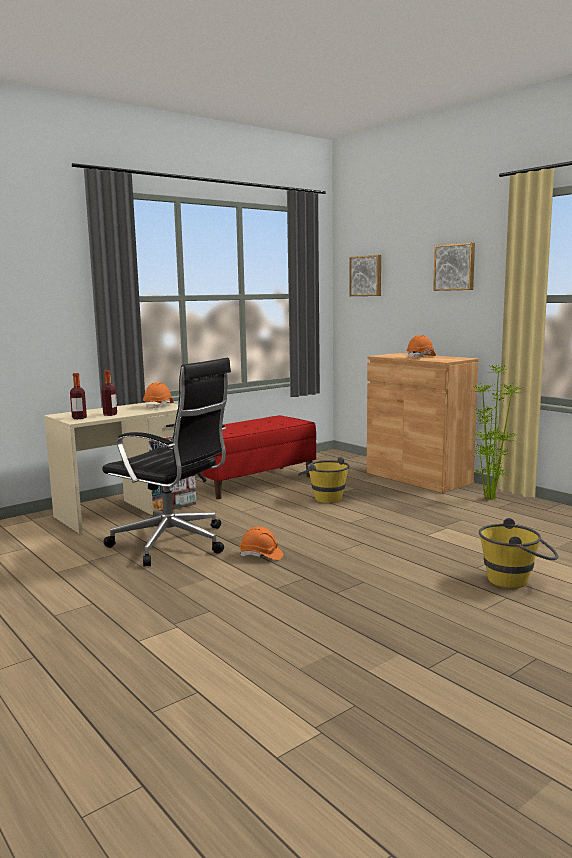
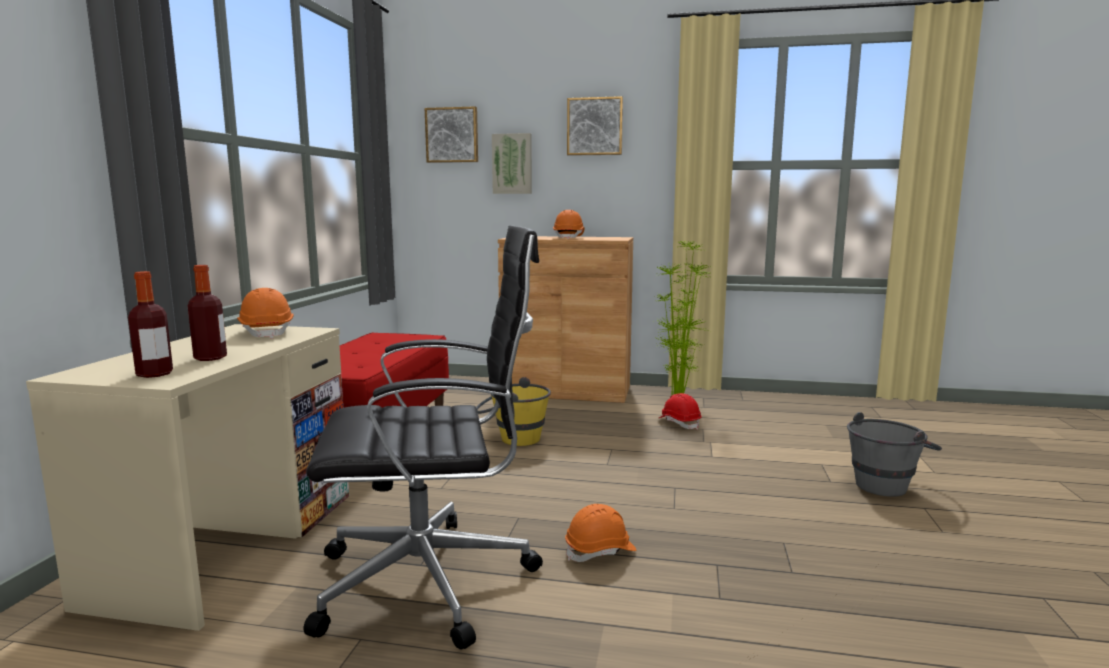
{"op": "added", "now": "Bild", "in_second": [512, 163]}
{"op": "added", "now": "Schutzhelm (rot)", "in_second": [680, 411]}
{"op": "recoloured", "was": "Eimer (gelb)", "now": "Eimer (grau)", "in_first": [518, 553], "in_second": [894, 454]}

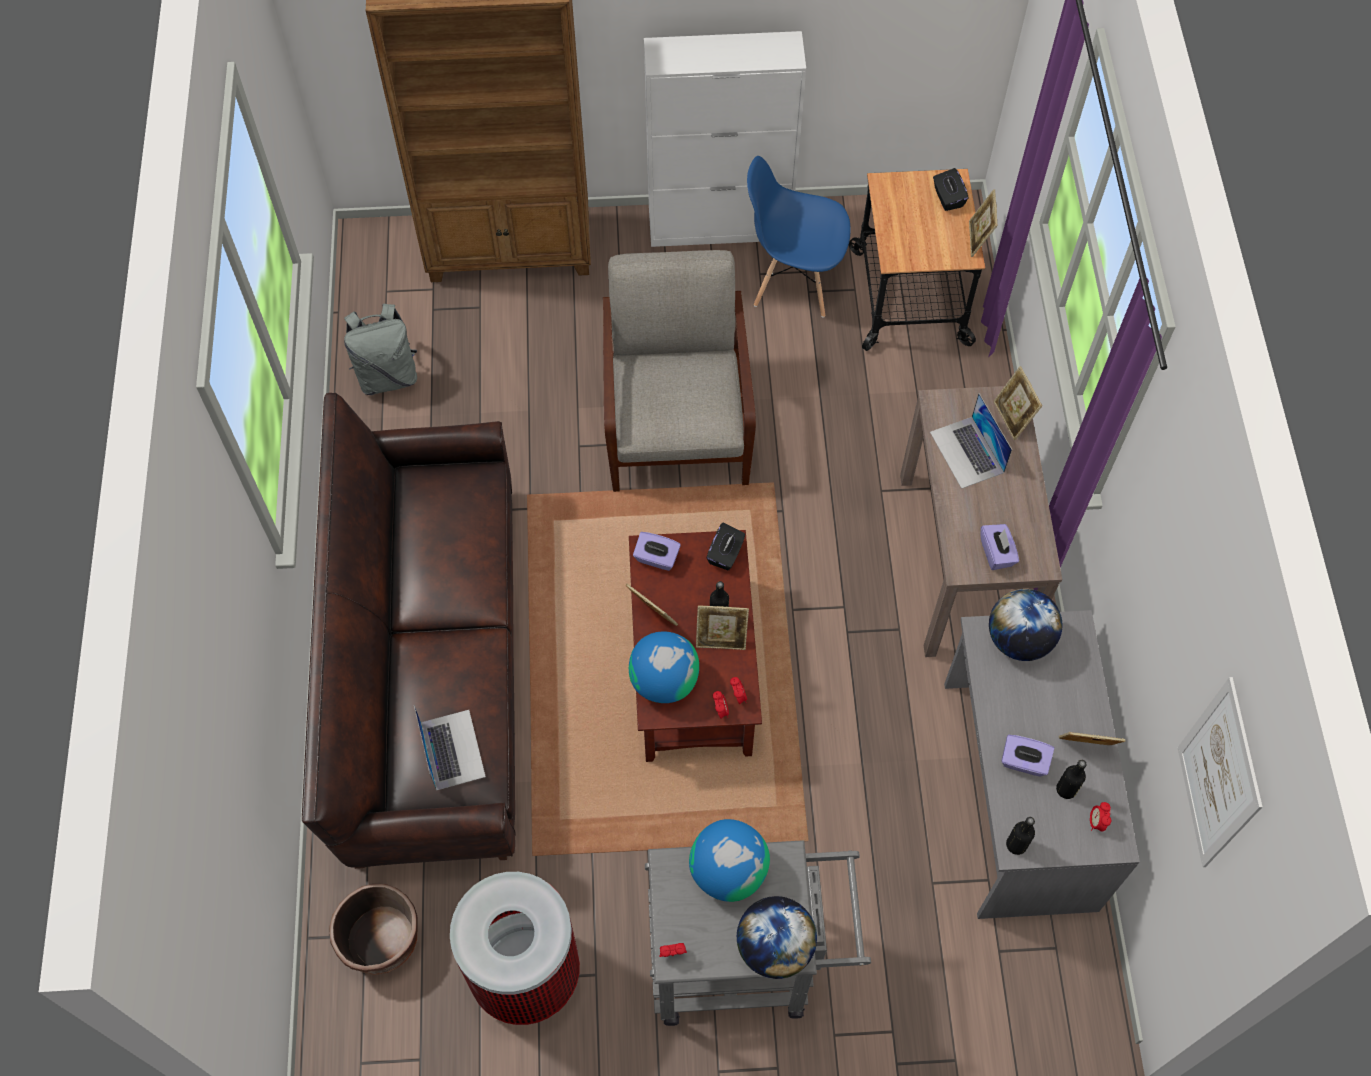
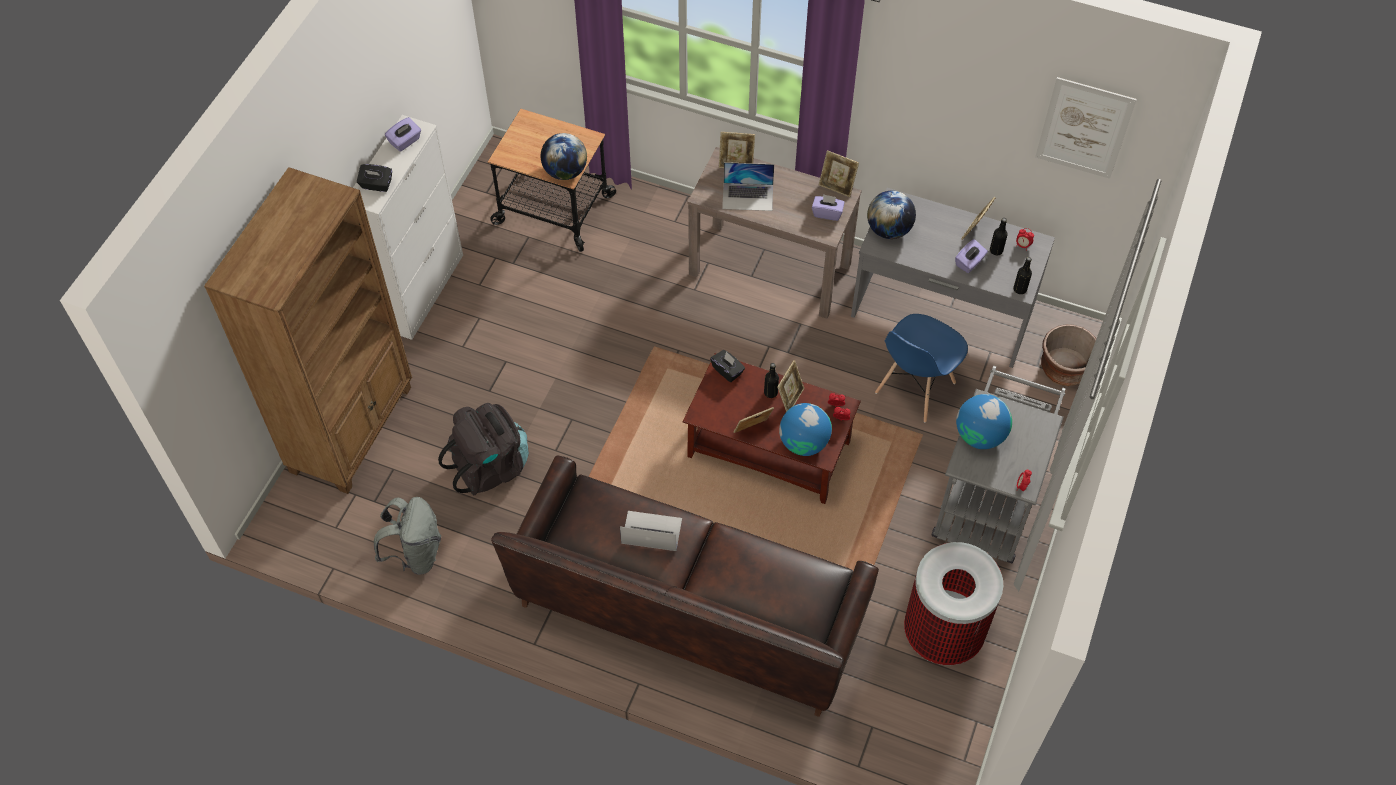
{"op": "removed", "was": "Sessel (grau)", "in_first": [679, 371]}
{"op": "added", "now": "Rucksack (schwarz)", "in_second": [483, 449]}
{"op": "moved", "was": "Pflanzkübel (braun)", "in_first": [373, 929], "in_second": [1068, 355]}
{"op": "moved", "was": "Laptop", "in_first": [450, 748], "in_second": [651, 531]}
{"op": "moved", "was": "Taschentuchbox (lila)", "in_first": [657, 551], "in_second": [403, 134]}
{"op": "moved", "was": "Globus", "in_first": [777, 937], "in_second": [564, 156]}
{"op": "moved", "was": "Stuhl (blau)", "in_first": [798, 236], "in_second": [921, 368]}
{"op": "moved", "was": "Taschentuchbox (schwarz)", "in_first": [951, 189], "in_second": [374, 178]}
{"op": "moved", "was": "Bilderrahmen", "in_first": [983, 223], "in_second": [839, 173]}

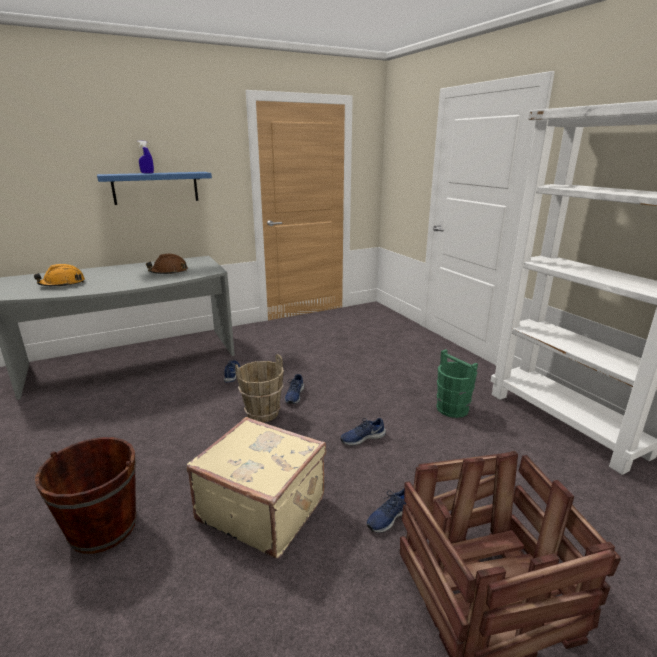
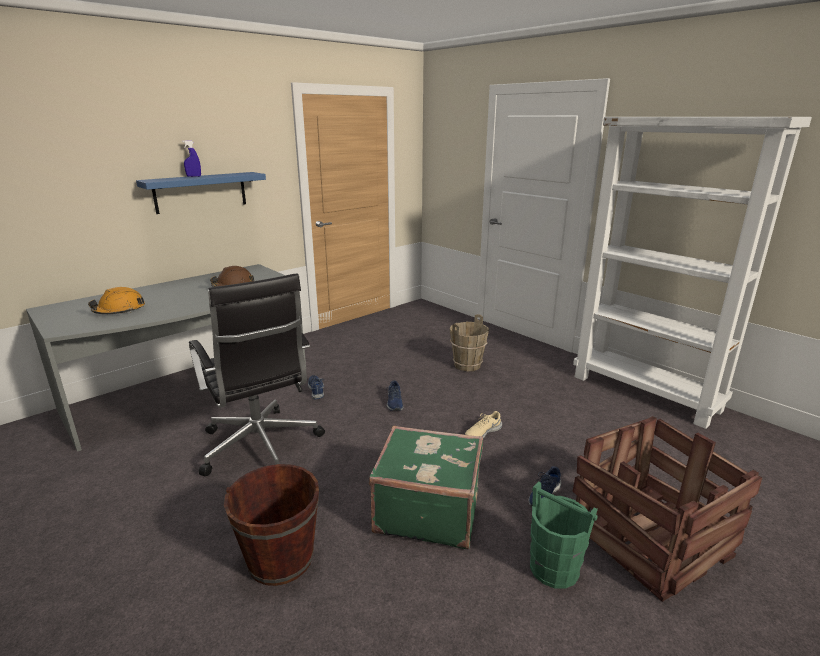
{"op": "added", "now": "Bürostuhl (schwarz)", "in_second": [257, 374]}
{"op": "moved", "was": "Eimer (braun)", "in_first": [259, 388], "in_second": [469, 342]}
{"op": "moved", "was": "Eimer (grün)", "in_first": [457, 383], "in_second": [564, 535]}
{"op": "recoloured", "was": "Koffer (beige)", "now": "Koffer (grün)", "in_first": [256, 487], "in_second": [426, 487]}
{"op": "recoloured", "was": "Schuh (blau)", "now": "Schuh (beige)", "in_first": [363, 432], "in_second": [483, 424]}

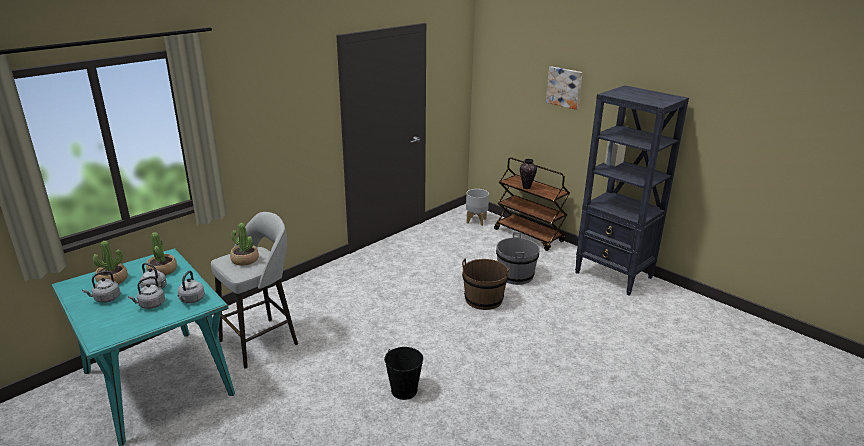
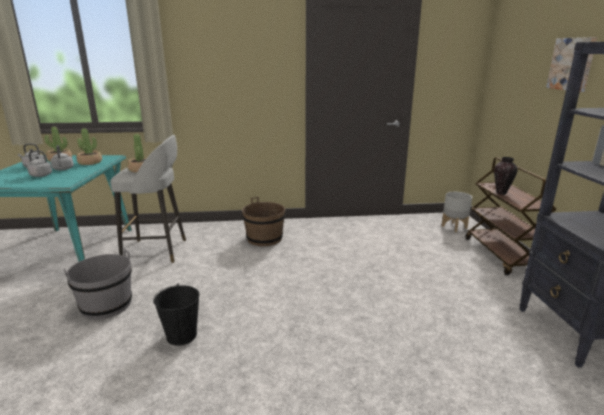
{"op": "removed", "was": "Wasserkessel (grau)", "in_first": [191, 287]}
{"op": "moved", "was": "Eimer (braun)", "in_first": [486, 284], "in_second": [263, 221]}
{"op": "moved", "was": "Eimer (grau)", "in_first": [518, 258], "in_second": [97, 284]}

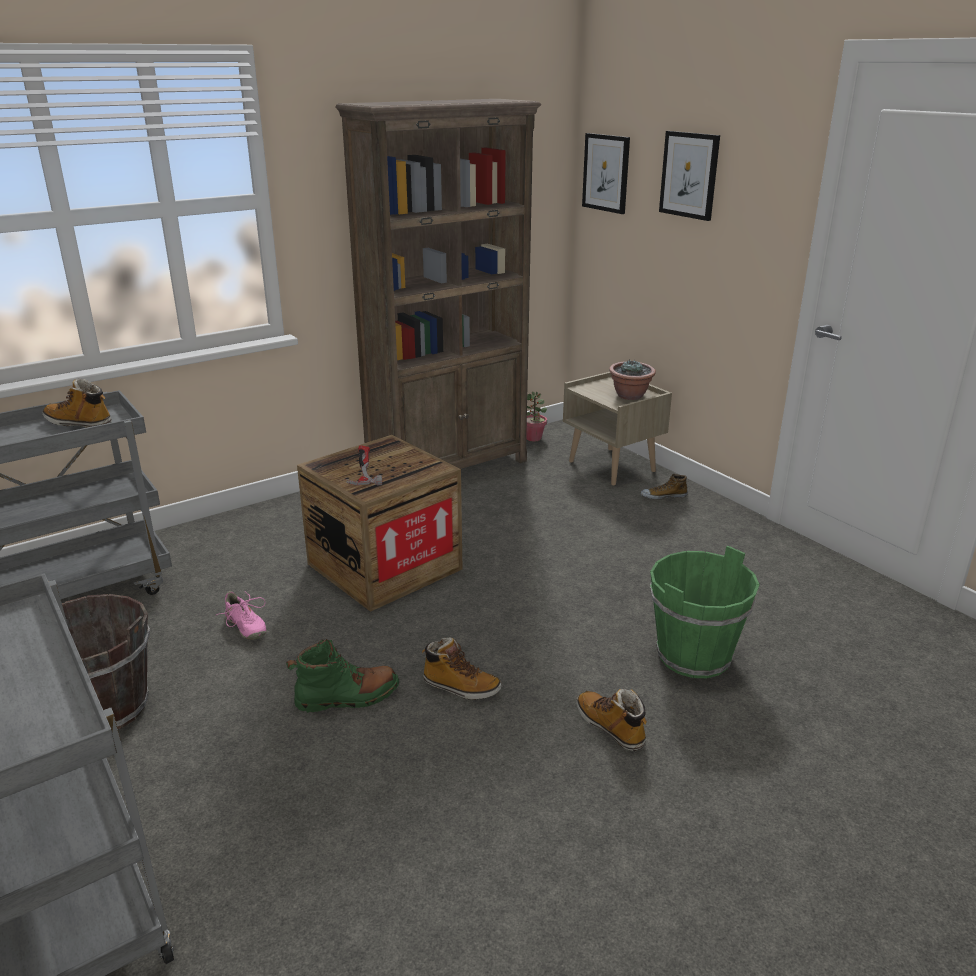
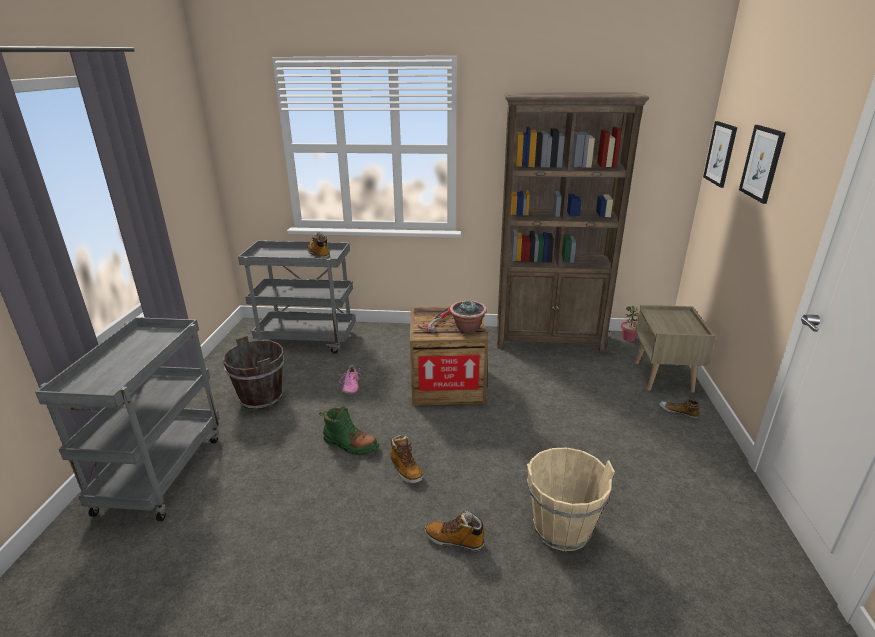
{"op": "moved", "was": "Topfpflanze", "in_first": [632, 379], "in_second": [468, 316]}
{"op": "recoloured", "was": "Eimer (grün)", "now": "Eimer (beige)", "in_first": [705, 612], "in_second": [571, 499]}
{"op": "turned", "was": "Stiefel", "in_first": [611, 720], "in_second": [455, 530], "clockwise": -75}

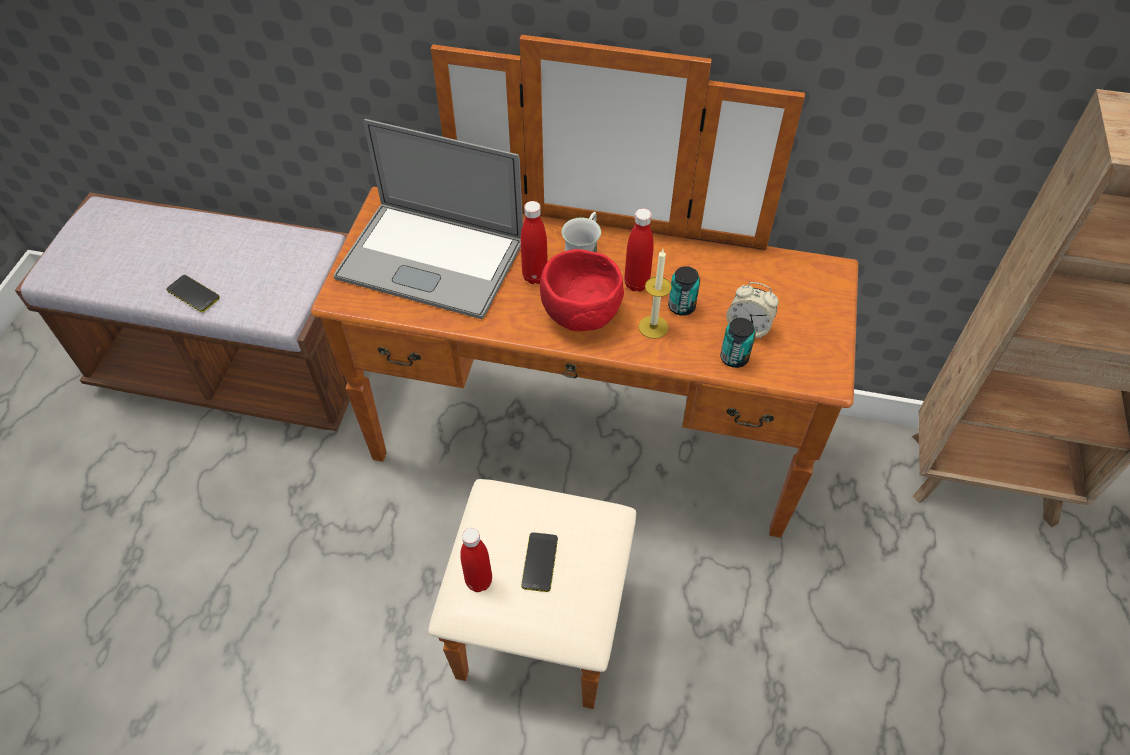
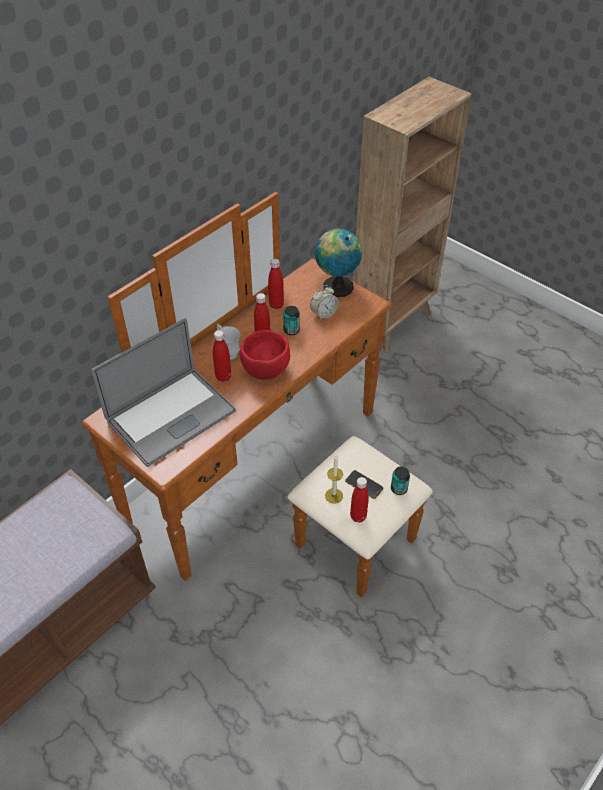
{"op": "removed", "was": "Handy", "in_first": [193, 293]}
{"op": "added", "now": "Flasche (rot)", "in_second": [276, 284]}
{"op": "added", "now": "Globus", "in_second": [338, 263]}
{"op": "moved", "was": "Kerze", "in_first": [655, 294], "in_second": [334, 479]}
{"op": "moved", "was": "Dose", "in_first": [738, 343], "in_second": [400, 480]}

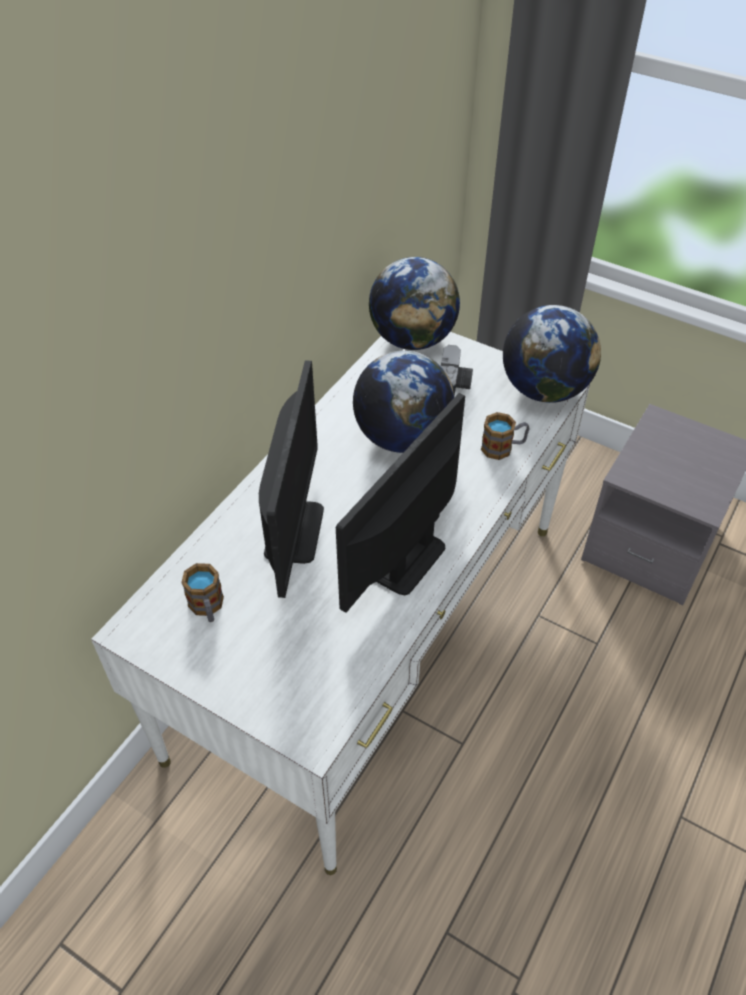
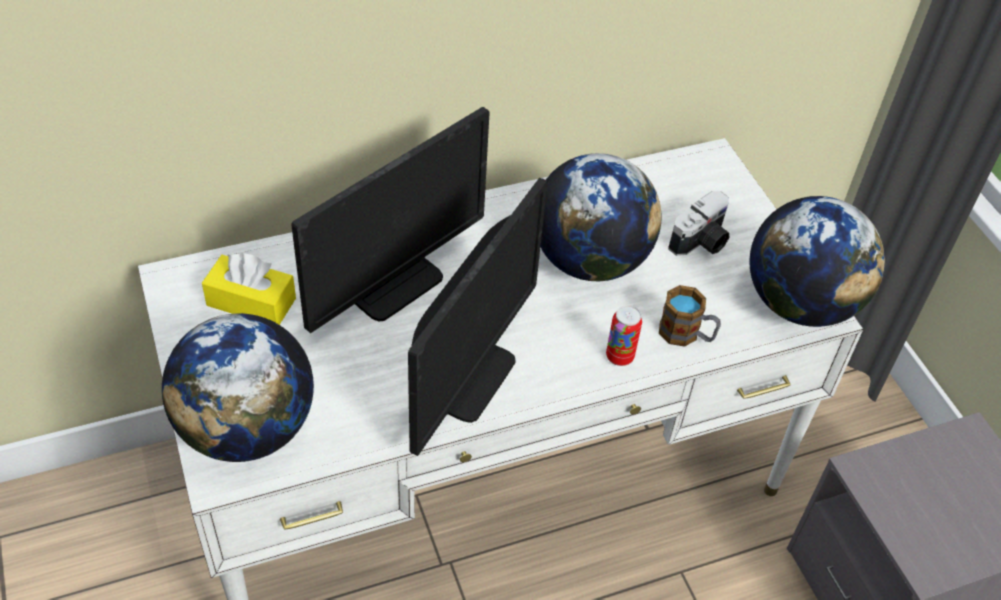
{"op": "added", "now": "Dose", "in_second": [624, 335]}
{"op": "moved", "was": "Globus", "in_first": [414, 303], "in_second": [238, 387]}
{"op": "replaced", "was": "Henkelbecher", "now": "Taschentuchbox (gelb)", "in_first": [202, 592], "in_second": [249, 289]}
{"op": "turned", "was": "Monitor", "in_first": [400, 503], "in_second": [478, 317], "clockwise": 135}

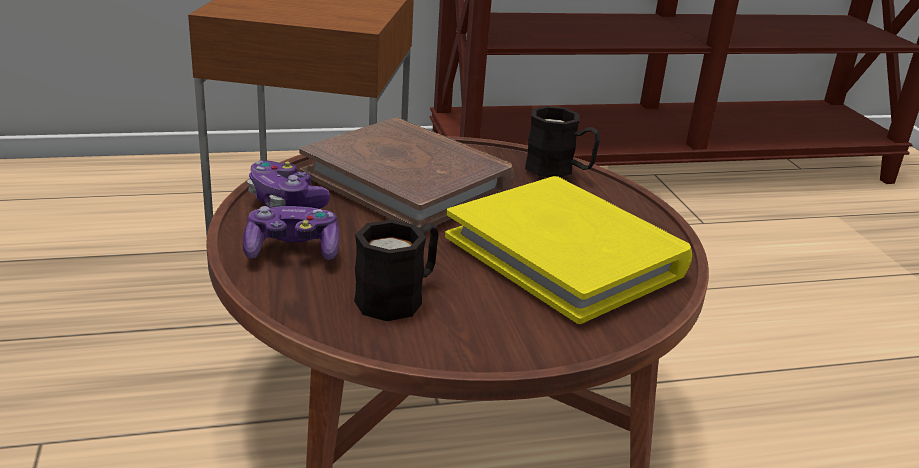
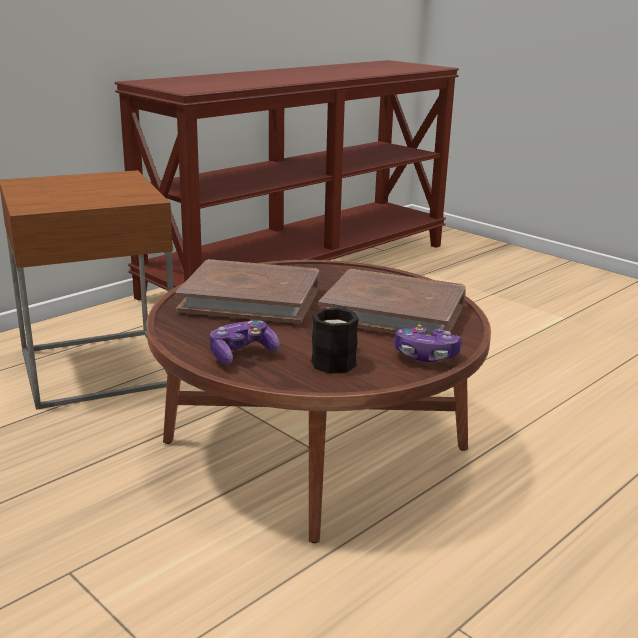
{"op": "removed", "was": "Henkelbecher (schwarz)", "in_first": [562, 141]}
{"op": "moved", "was": "Gamepad", "in_first": [288, 185], "in_second": [428, 343]}
{"op": "recoloured", "was": "Buch (gelb)", "now": "Buch (braun)", "in_first": [568, 250], "in_second": [392, 302]}

